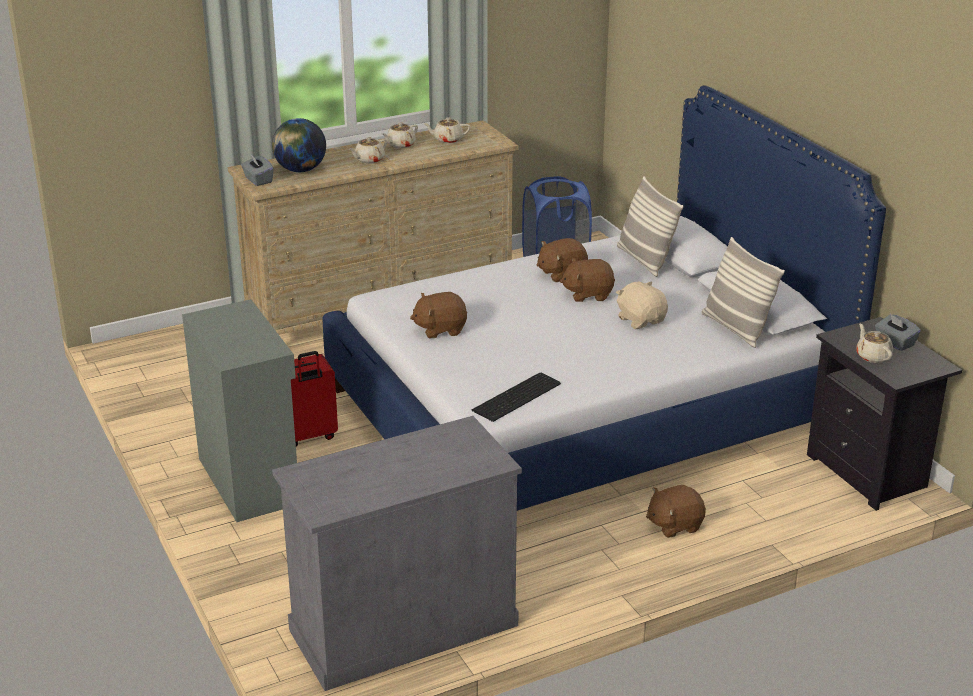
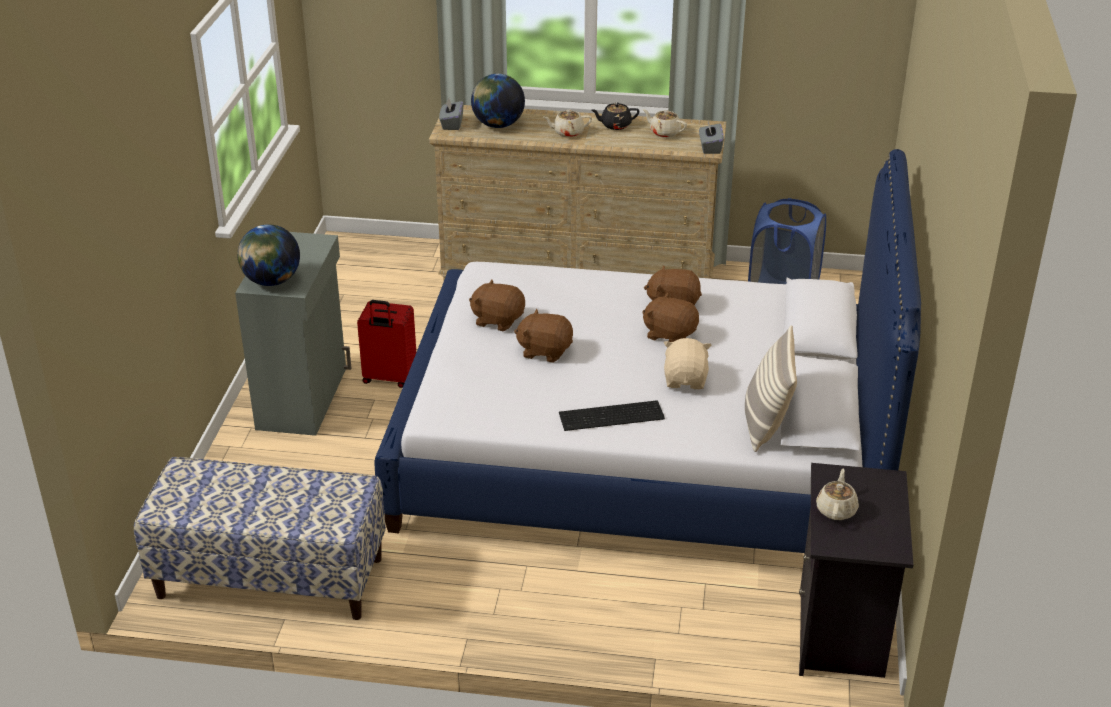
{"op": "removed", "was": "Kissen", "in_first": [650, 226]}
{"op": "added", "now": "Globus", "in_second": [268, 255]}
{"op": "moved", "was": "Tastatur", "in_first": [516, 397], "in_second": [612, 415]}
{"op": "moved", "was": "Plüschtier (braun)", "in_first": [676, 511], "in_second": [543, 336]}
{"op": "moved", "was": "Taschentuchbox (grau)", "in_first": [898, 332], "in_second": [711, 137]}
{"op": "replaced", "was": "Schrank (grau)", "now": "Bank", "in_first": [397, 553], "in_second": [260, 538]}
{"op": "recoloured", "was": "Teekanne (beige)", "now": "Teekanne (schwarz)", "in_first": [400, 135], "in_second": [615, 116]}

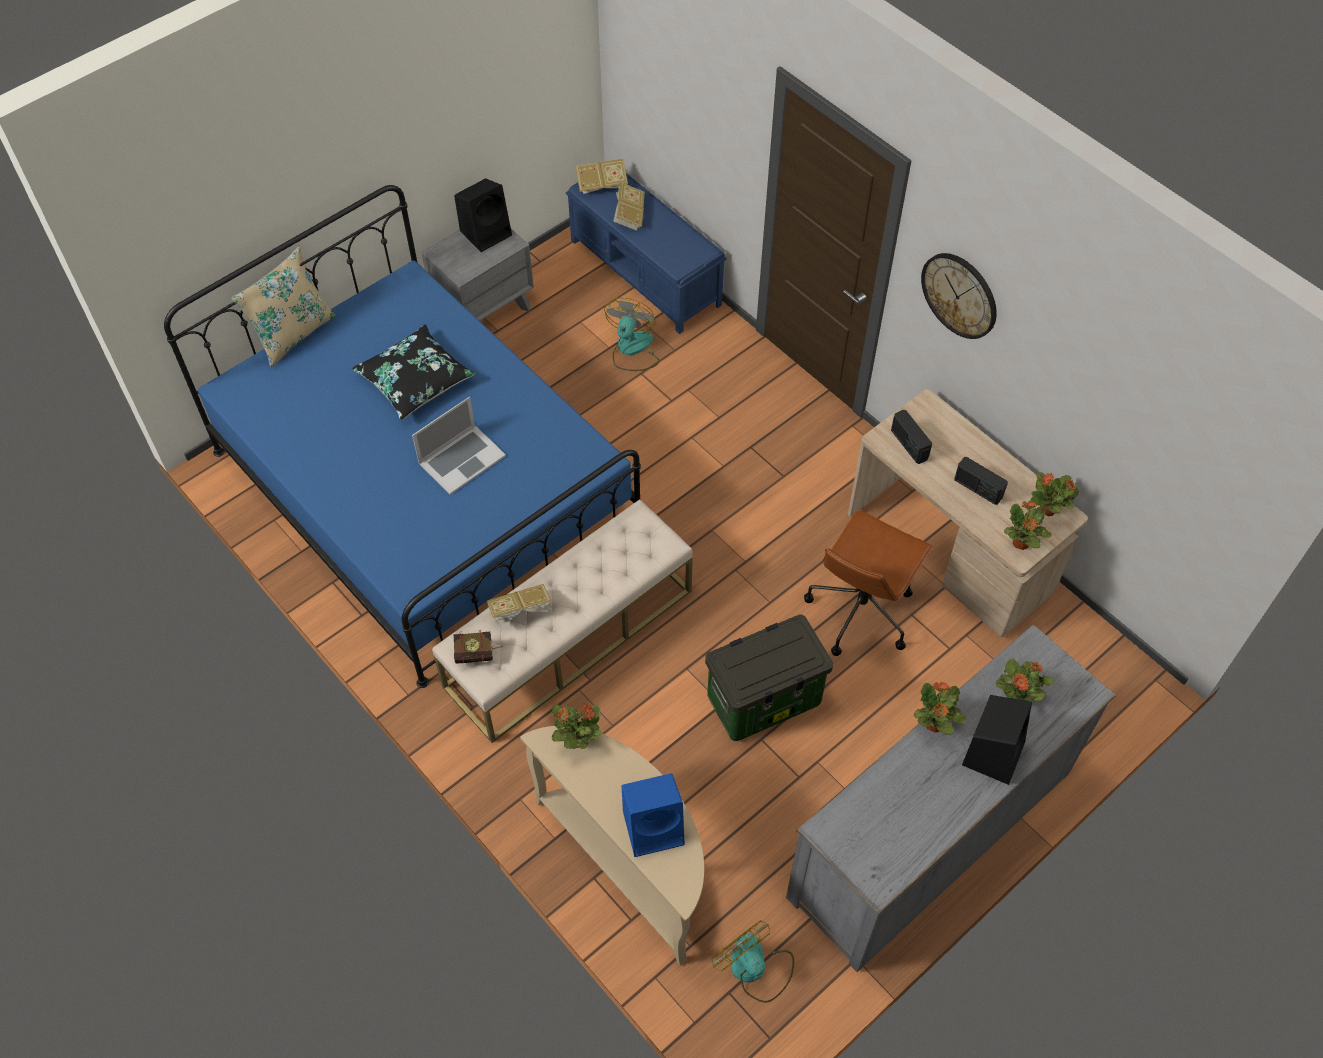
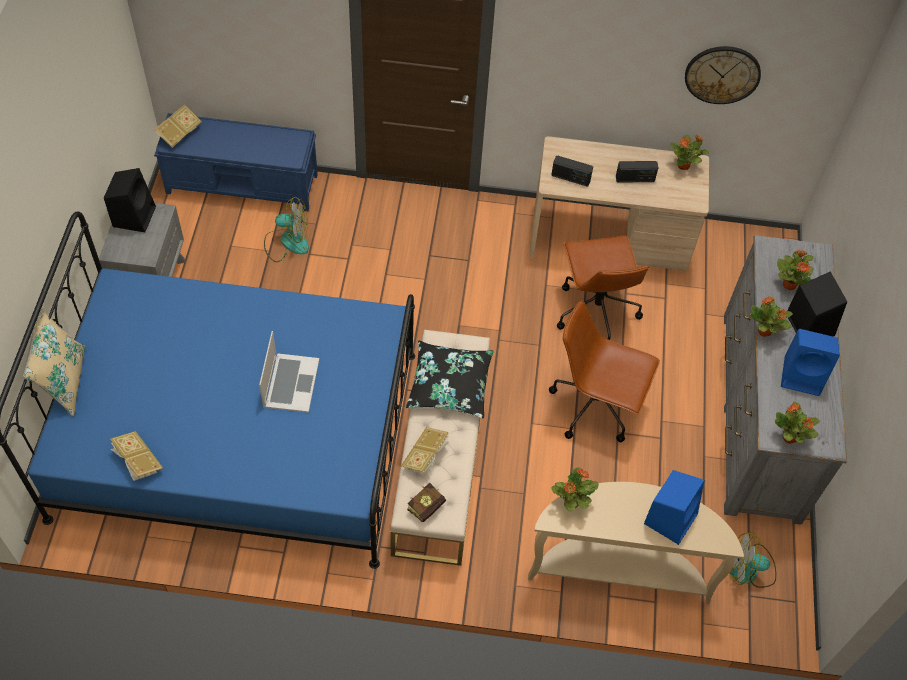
{"op": "added", "now": "Lautsprecher (blau)", "in_second": [810, 362]}
{"op": "moved", "was": "Kissen (schwarz)", "in_first": [413, 372], "in_second": [450, 380]}
{"op": "moved", "was": "Buch", "in_first": [629, 206], "in_second": [136, 456]}
{"op": "moved", "was": "Wanduhr", "in_first": [959, 296], "in_second": [723, 75]}
{"op": "moved", "was": "Topfpflanze", "in_first": [1028, 525], "in_second": [797, 423]}
{"op": "replaced", "was": "Aufbewahrungsbox", "now": "Bürostuhl (braun)", "in_first": [769, 677], "in_second": [604, 371]}
{"op": "turned", "was": "Ventilator", "in_first": [631, 334], "in_second": [286, 229], "clockwise": 120}

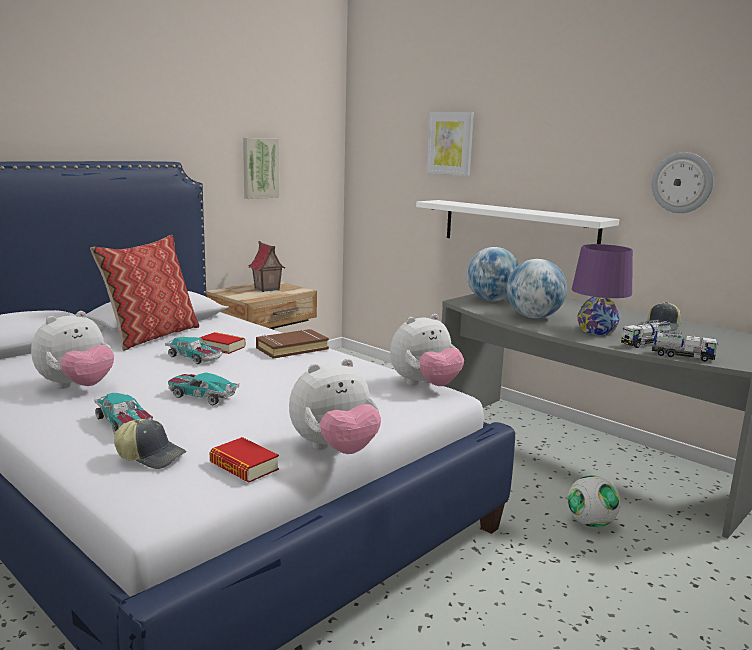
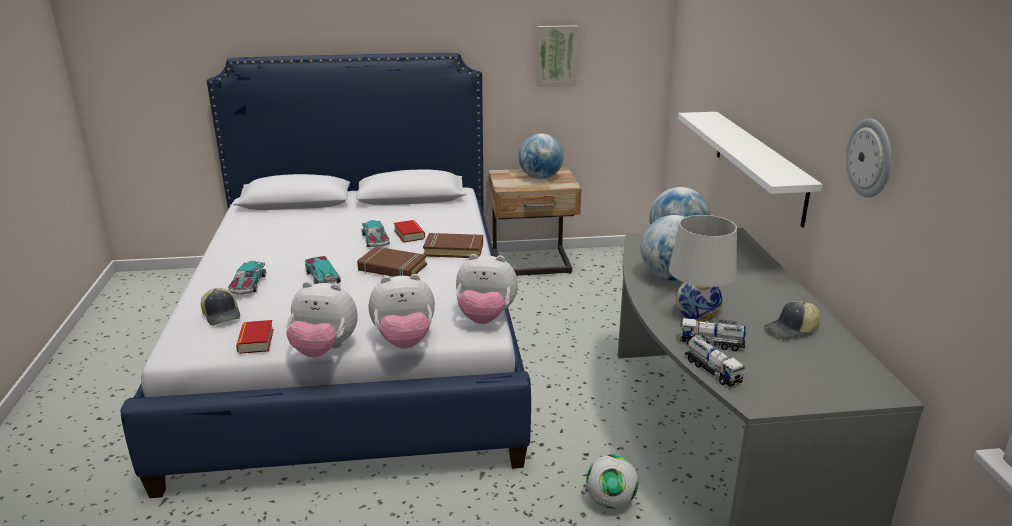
{"op": "removed", "was": "Kissen", "in_first": [144, 293]}
{"op": "removed", "was": "Bild", "in_first": [450, 144]}
{"op": "added", "now": "Buch (braun)", "in_second": [392, 261]}
{"op": "moved", "was": "Plüschtier", "in_first": [72, 350], "in_second": [402, 311]}
{"op": "replaced", "was": "Spielzeughaus", "now": "Globus", "in_first": [267, 266], "in_second": [541, 156]}
{"op": "recoloured", "was": "Tischlampe (lila)", "now": "Tischlampe (weiß)", "in_first": [602, 289], "in_second": [703, 268]}

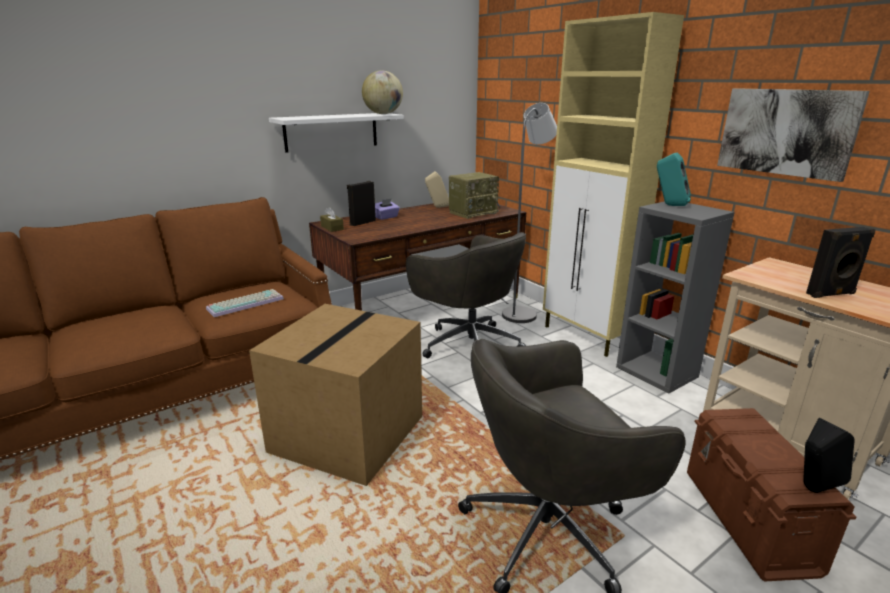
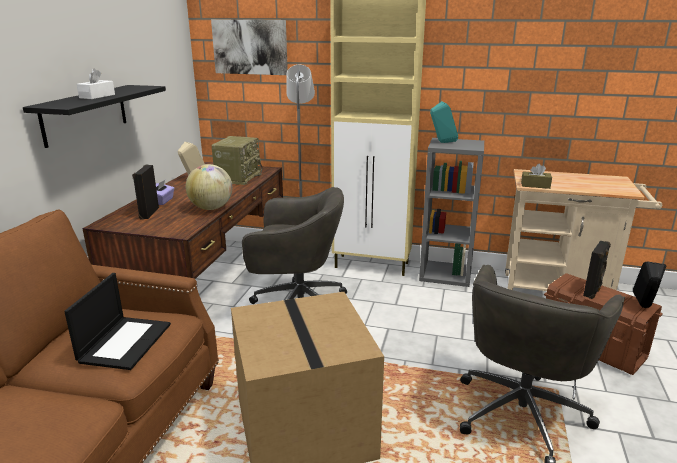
{"op": "added", "now": "Taschentuchbox (weiß)", "in_second": [96, 84]}
{"op": "moved", "was": "Taschentuchbox (braun)", "in_first": [332, 219], "in_second": [536, 176]}
{"op": "moved", "was": "Globus", "in_first": [382, 92], "in_second": [209, 187]}
{"op": "moved", "was": "Bild", "in_first": [793, 135], "in_second": [249, 47]}
{"op": "moved", "was": "Lautsprecher (schwarz)", "in_first": [840, 262], "in_second": [597, 270]}
{"op": "replaced", "was": "Tastatur", "now": "Laptop", "in_first": [245, 303], "in_second": [117, 321]}
{"op": "recoloured", "was": "Wandregal (weiß)", "now": "Wandregal (schwarz)", "in_first": [336, 133], "in_second": [94, 116]}

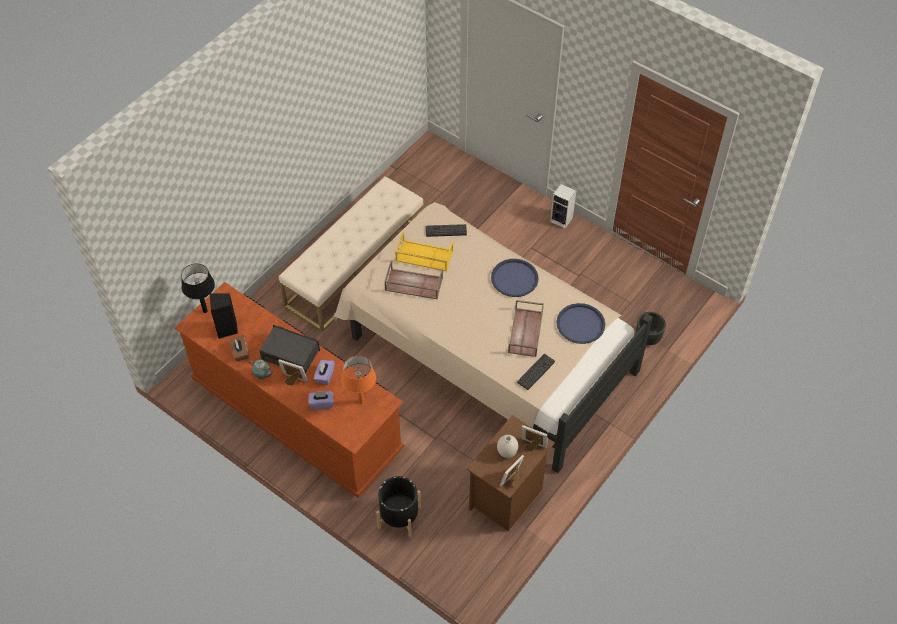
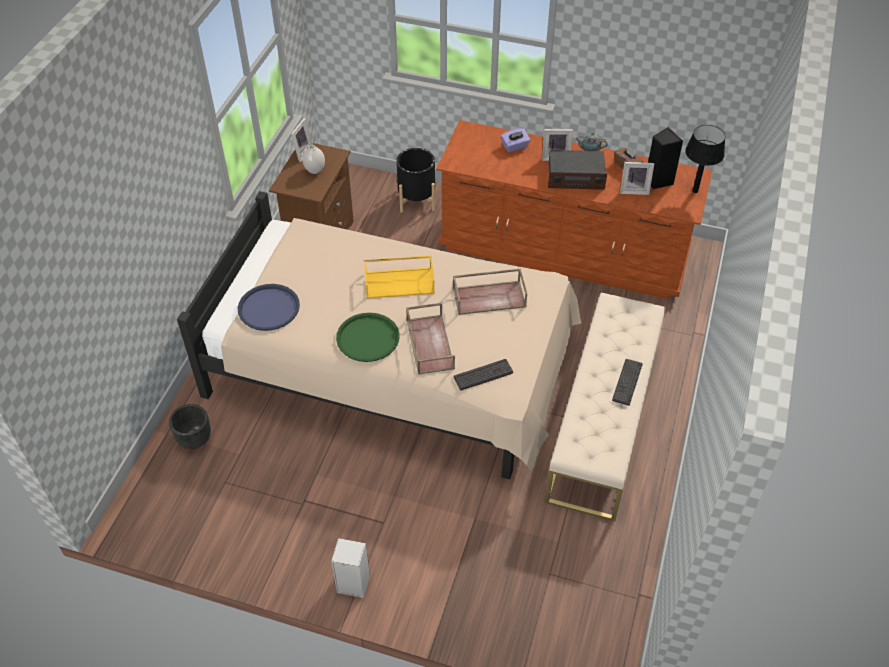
{"op": "removed", "was": "Taschentuchbox (lila)", "in_first": [324, 372]}
{"op": "removed", "was": "Tischlampe (orange)", "in_first": [358, 379]}
{"op": "moved", "was": "Tablett (gelb)", "in_first": [424, 251], "in_second": [399, 276]}
{"op": "moved", "was": "Tablett (braun)", "in_first": [526, 328], "in_second": [430, 339]}
{"op": "moved", "was": "Tastatur", "in_first": [536, 372], "in_second": [627, 382]}
{"op": "moved", "was": "Bilderrahmen", "in_first": [535, 438], "in_second": [637, 178]}
{"op": "recoloured", "was": "Tablett (blau)", "now": "Tablett (grün)", "in_first": [515, 278], "in_second": [368, 337]}

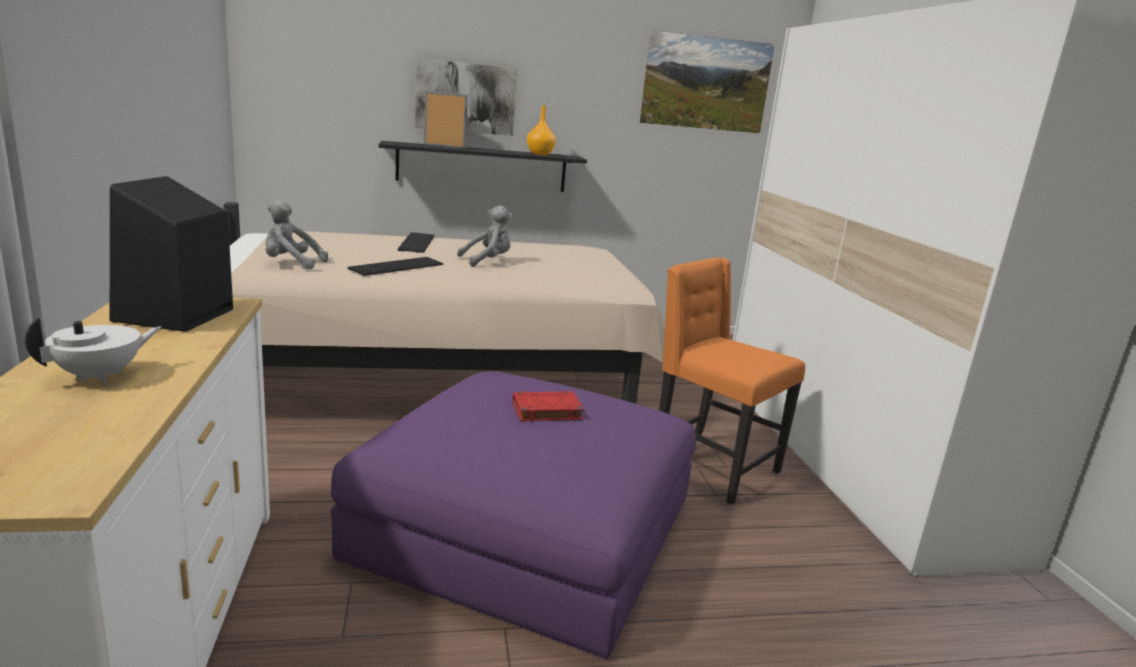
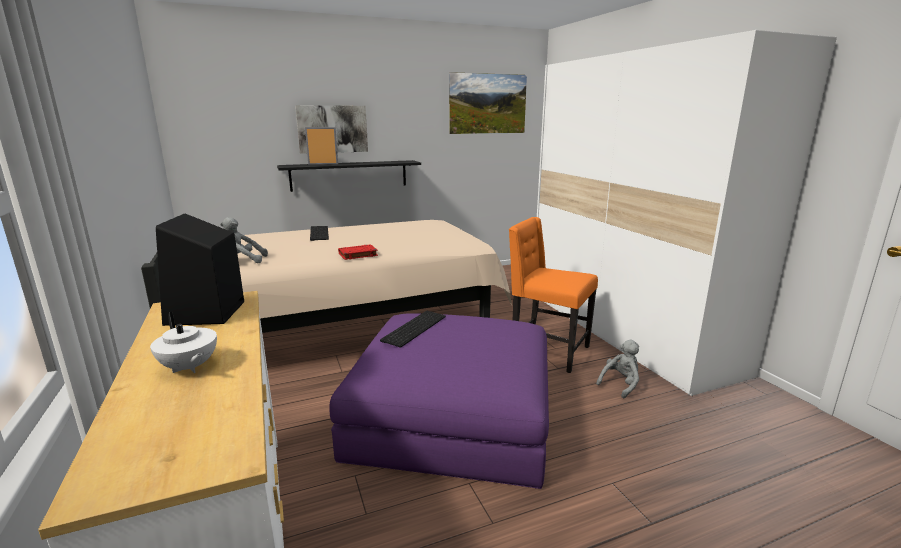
{"op": "removed", "was": "Vase (orange)", "in_first": [541, 130]}
{"op": "moved", "was": "Tastatur", "in_first": [395, 266], "in_second": [413, 329]}
{"op": "moved", "was": "Plüschtier (grau)", "in_first": [485, 236], "in_second": [617, 369]}
{"op": "moved", "was": "Buch (rot)", "in_first": [548, 406], "in_second": [358, 252]}
{"op": "turned", "was": "Teekanne (weiß)", "in_first": [93, 350], "in_second": [183, 342], "clockwise": 105}

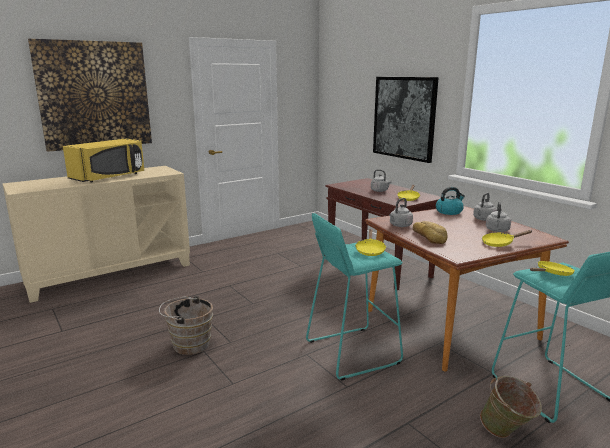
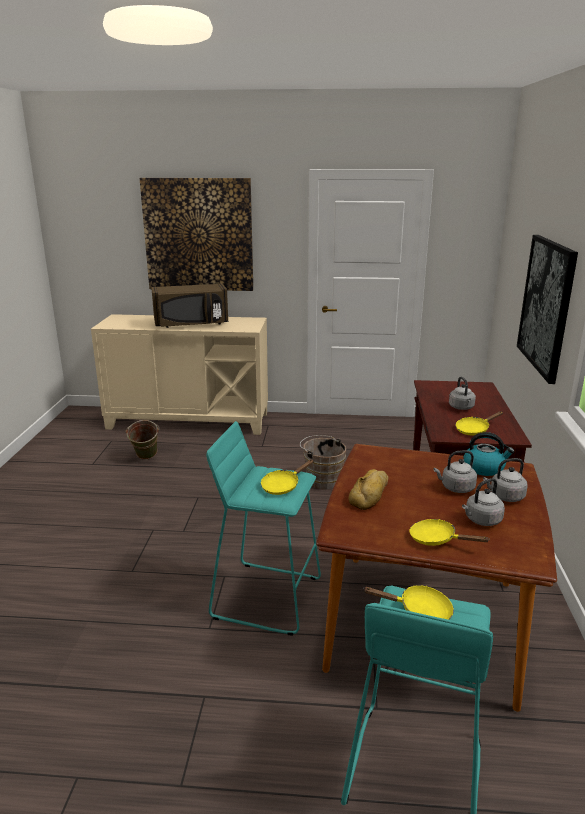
{"op": "moved", "was": "Eimer (braun)", "in_first": [186, 325], "in_second": [323, 462]}
{"op": "moved", "was": "Wasserkessel (grau)", "in_first": [401, 212], "in_second": [455, 471]}
{"op": "moved", "was": "Eimer (grün)", "in_first": [511, 407], "in_second": [142, 439]}
{"op": "recoloured", "was": "Mikrowelle (gelb)", "now": "Mikrowelle (braun)", "in_first": [103, 161], "in_second": [189, 306]}

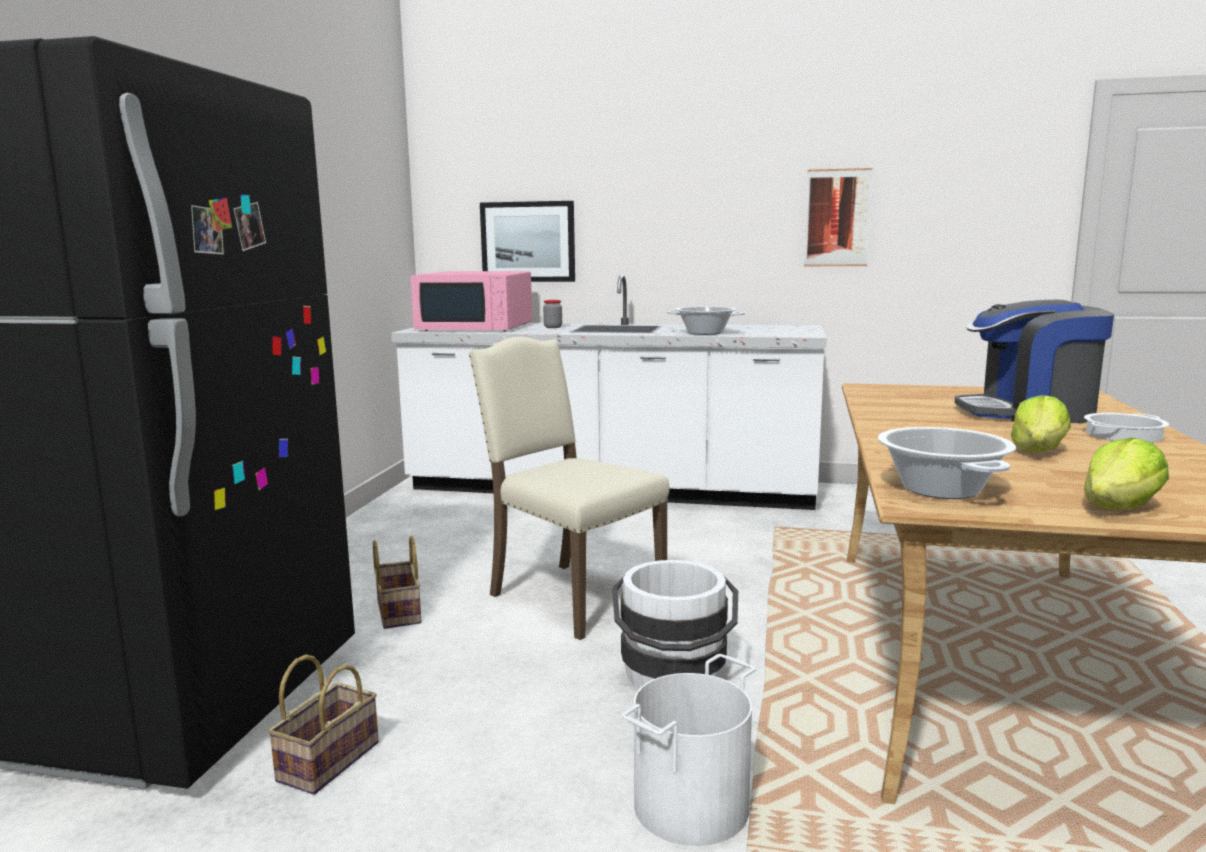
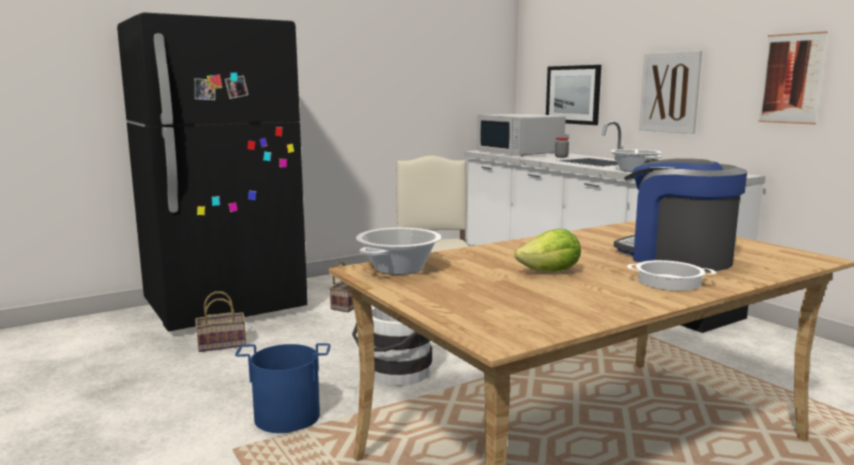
{"op": "removed", "was": "Salatkopf", "in_first": [1126, 473]}
{"op": "added", "now": "Bild", "in_second": [670, 92]}
{"op": "recoloured", "was": "Mikrowelle (rosa)", "now": "Mikrowelle (weiß)", "in_first": [471, 301], "in_second": [521, 135]}
{"op": "recoloured", "was": "Eimer (weiß)", "now": "Eimer (blau)", "in_first": [689, 750], "in_second": [282, 388]}

